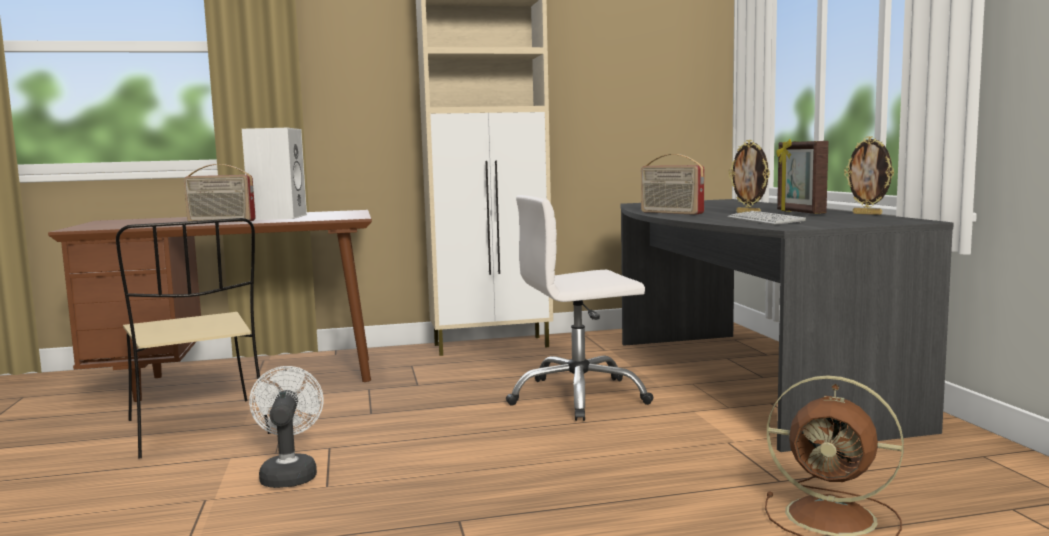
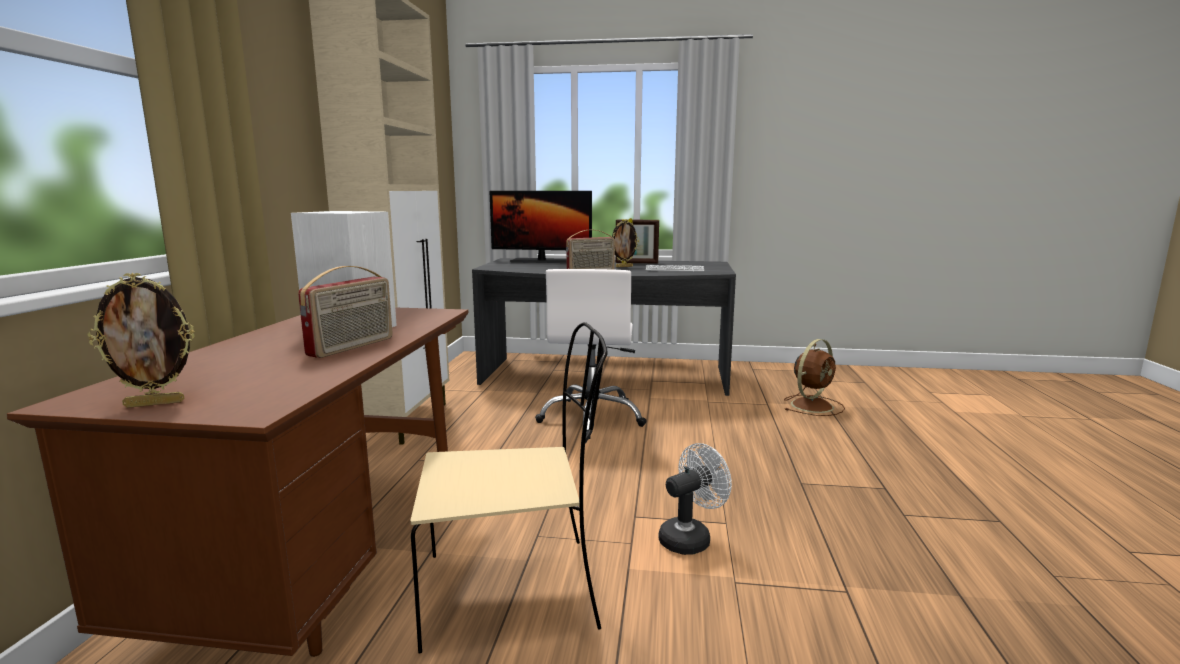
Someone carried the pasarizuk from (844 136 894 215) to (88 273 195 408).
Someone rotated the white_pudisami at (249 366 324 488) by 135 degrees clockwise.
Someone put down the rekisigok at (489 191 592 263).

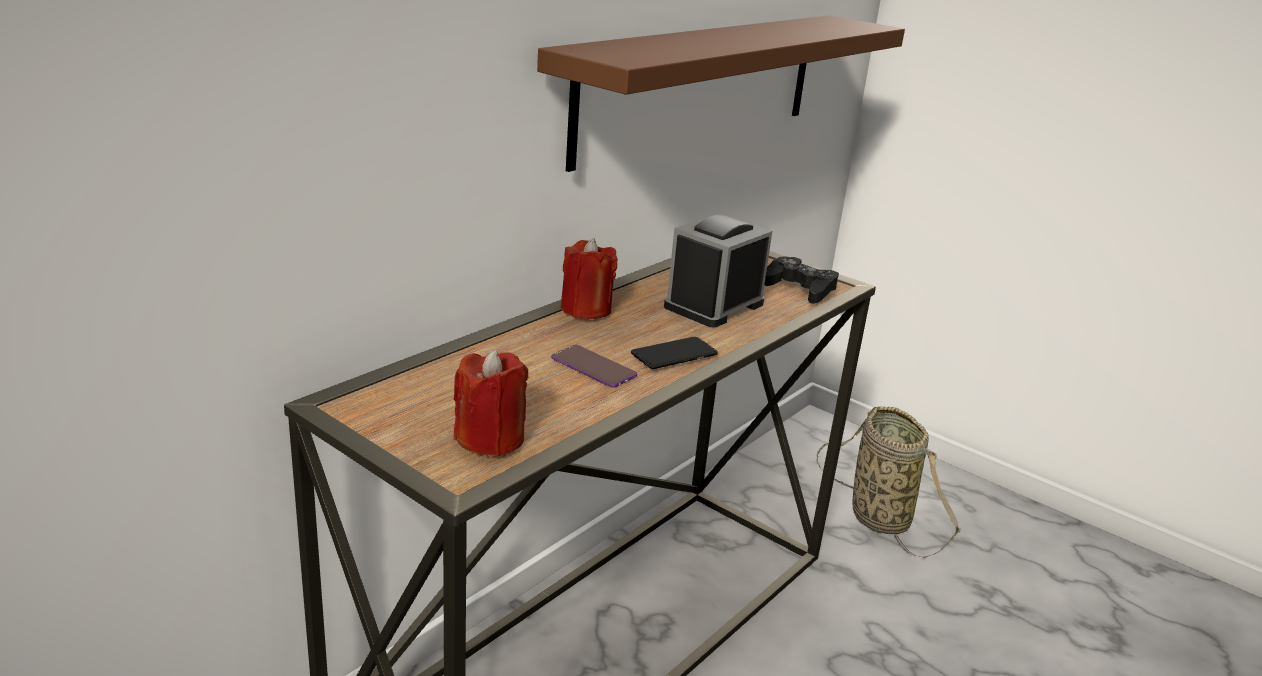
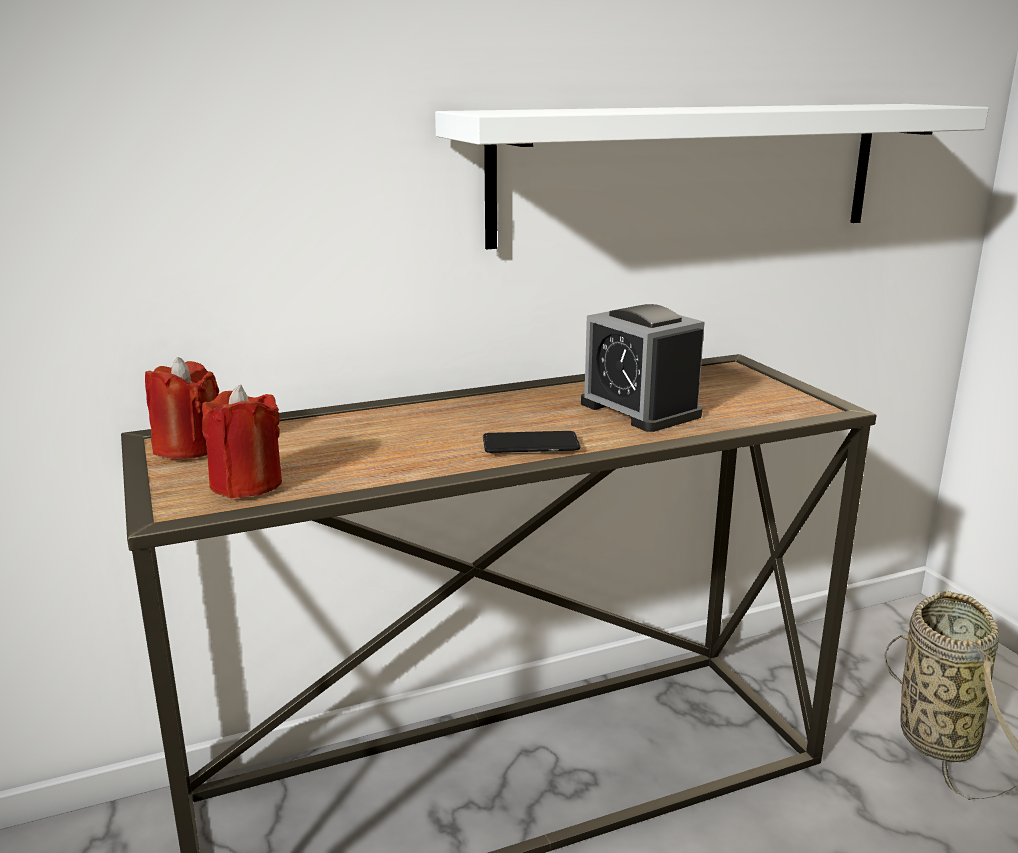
Someone repainted the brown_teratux at (537 15 905 172), which became the white_teratux at (435 104 989 249).
Someone rotated the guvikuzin at (664 213 772 328) by 105 degrees counterclockwise.
Someone carried the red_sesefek from (561 238 618 319) to (145 357 219 459).
Someone took away the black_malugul at (764 256 839 304).
Someone took away the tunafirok at (551 345 637 388).

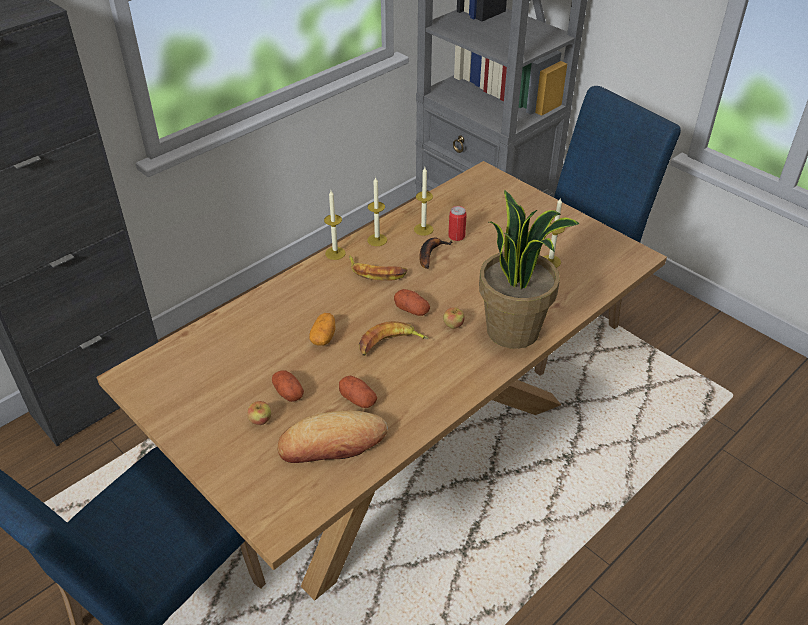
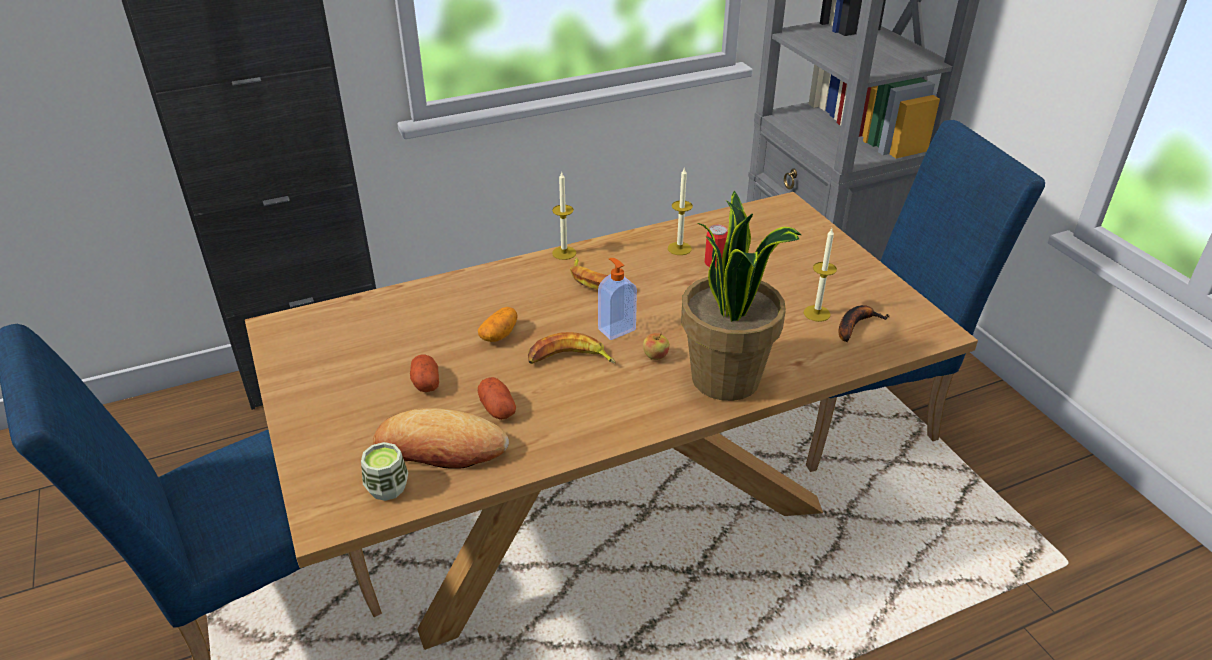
Someone took away the sesefek at (367 177 387 246).
Someone carried the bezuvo from (419 237 453 269) to (838 305 889 342).
Someone swapped the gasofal at (394 289 430 316) for the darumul at (598 258 637 340).
Someone took away the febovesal at (247 401 271 425).
Someone put down the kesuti at (361 442 408 501).

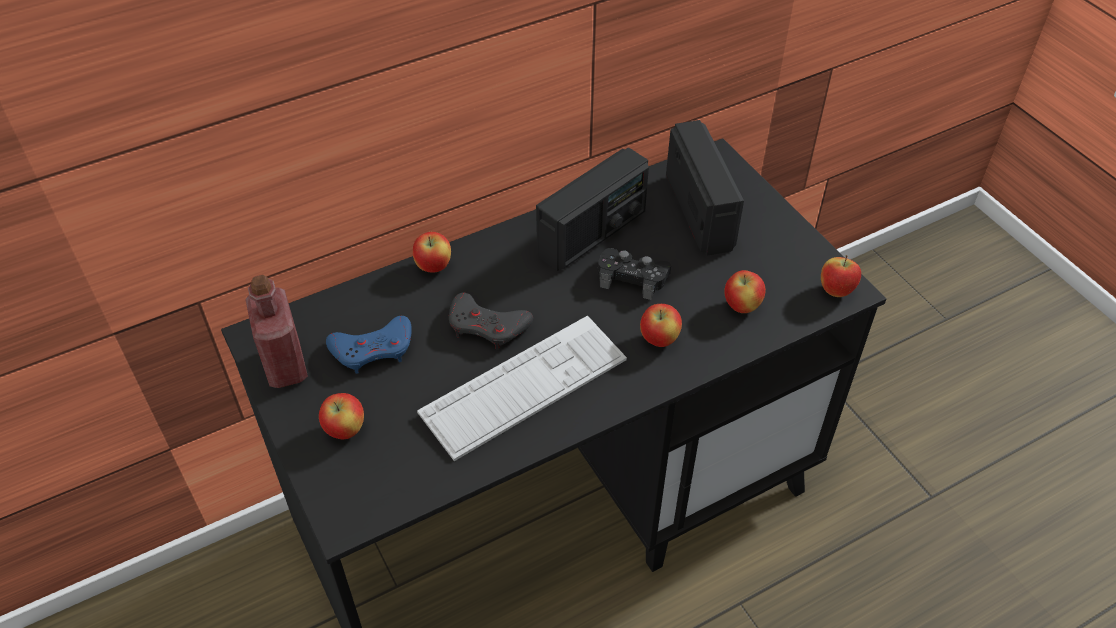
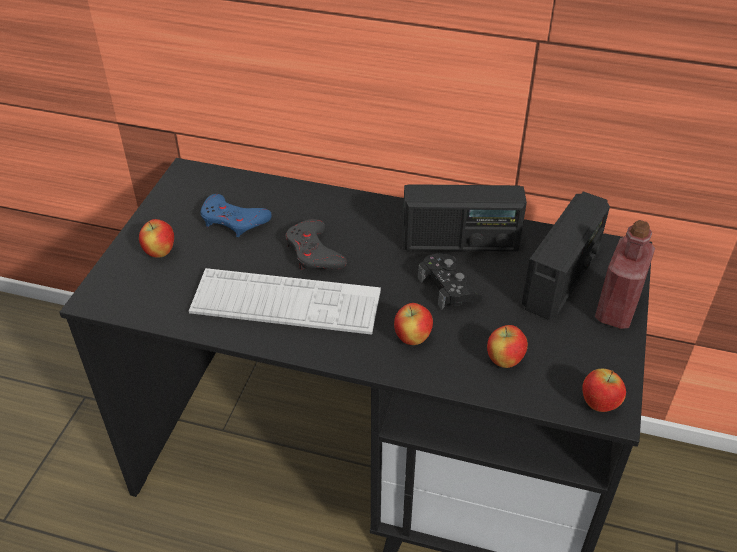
Someone took away the febovesal at (413 232 451 273).
Someone carried the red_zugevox from (245 275 308 388) to (595 220 655 329).

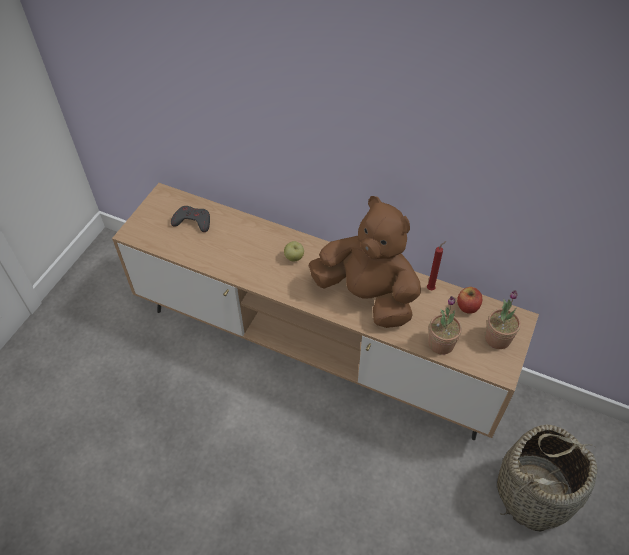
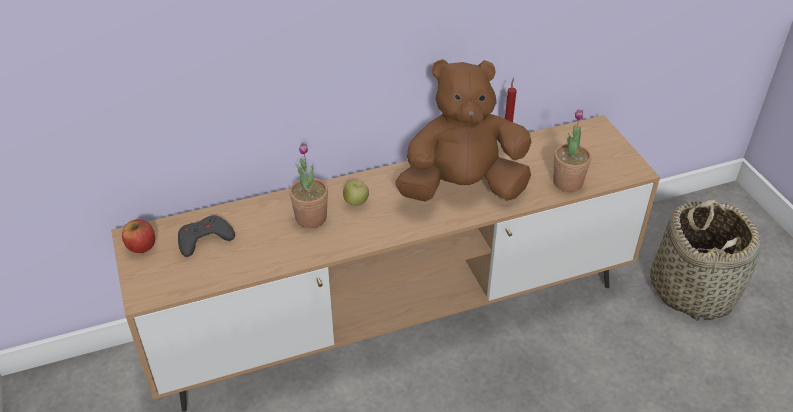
Someone carried the febovesal from (457 287 482 314) to (122 219 155 253).
Someone carried the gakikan from (485 290 521 349) to (289 142 328 228).

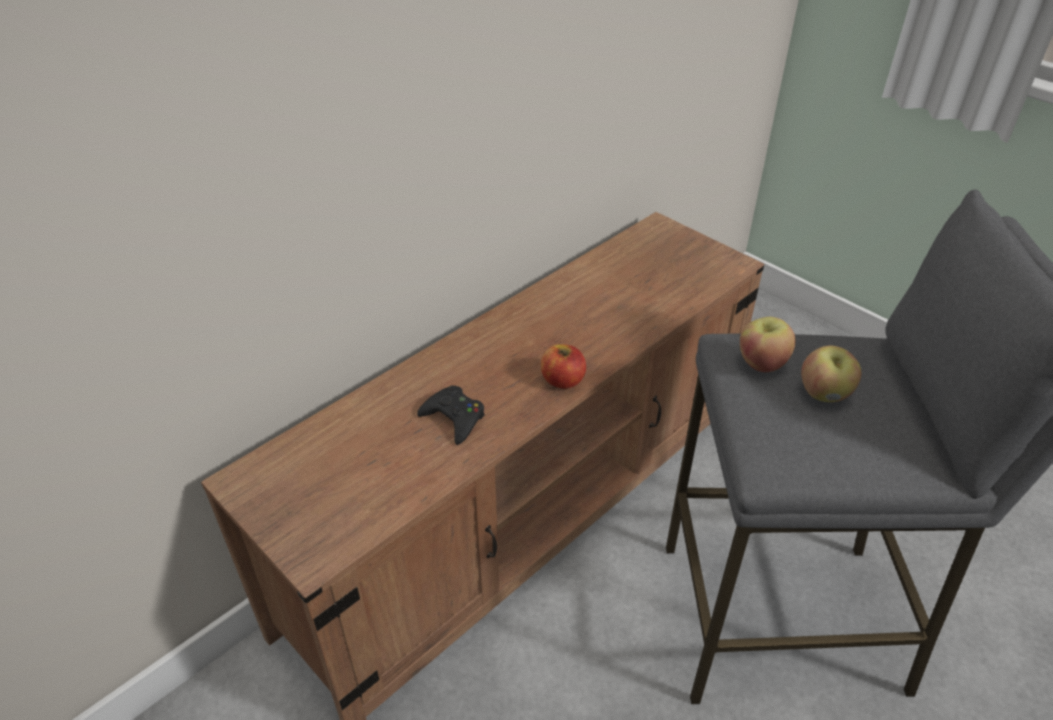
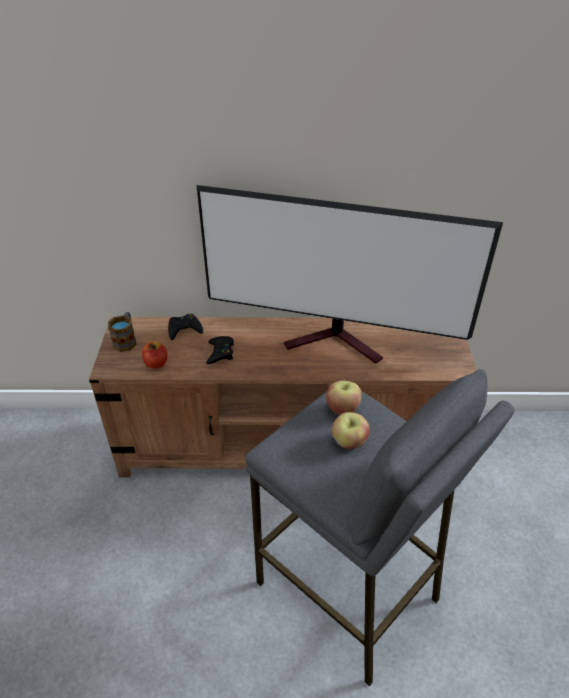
Someone carried the febovesal from (541 344 586 389) to (142 341 167 369).
Someone put down the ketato at (197 185 503 364).
Someone put down the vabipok at (108 312 136 352).
Someone put down the black_malugul at (168 314 203 340).

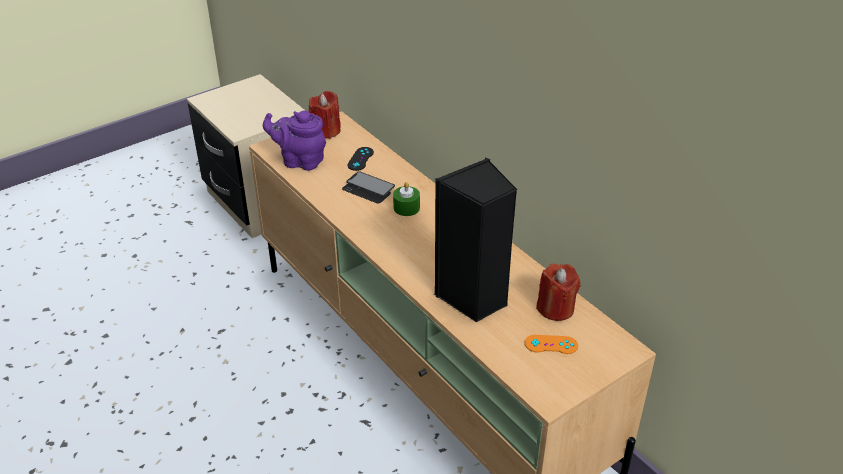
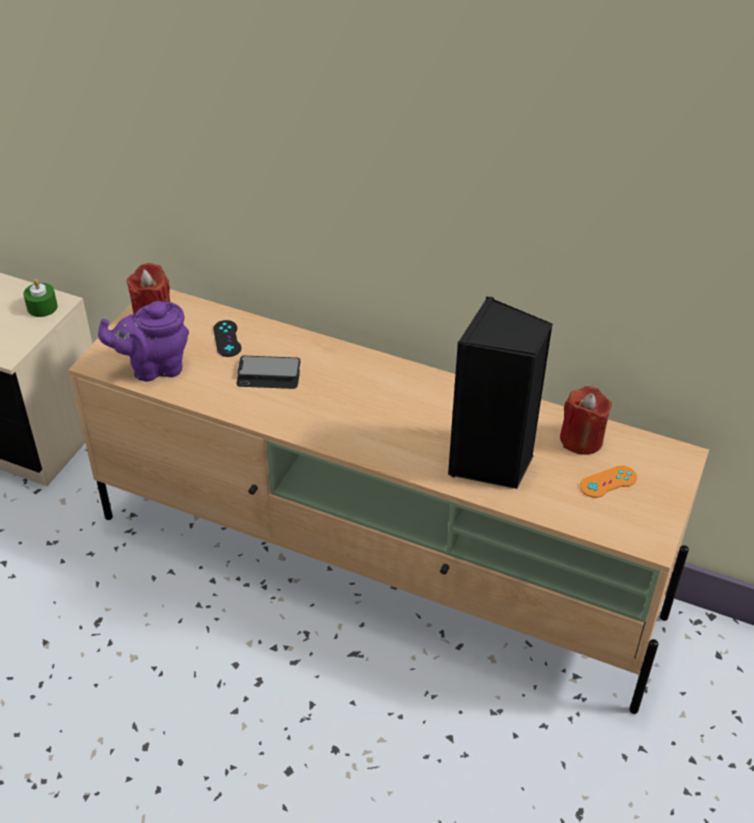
Someone carried the green_sesefek from (393 182 420 216) to (23 279 58 317).

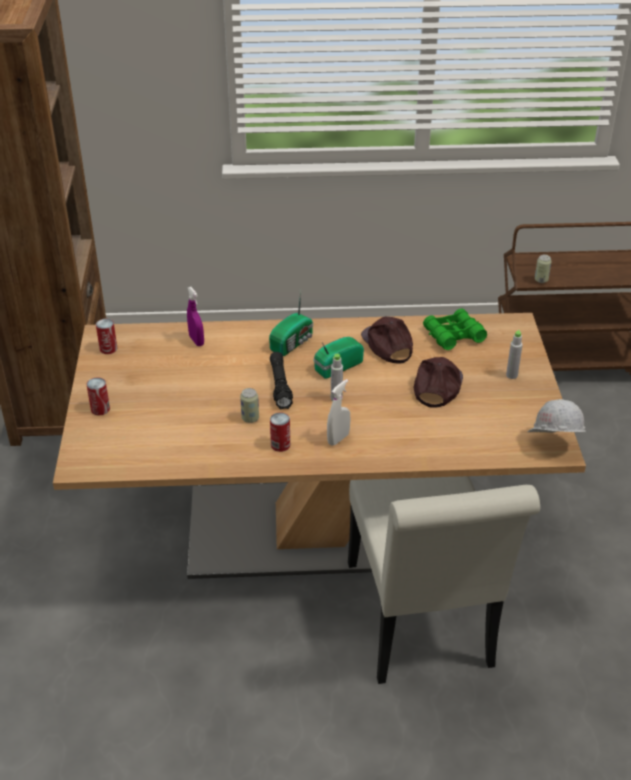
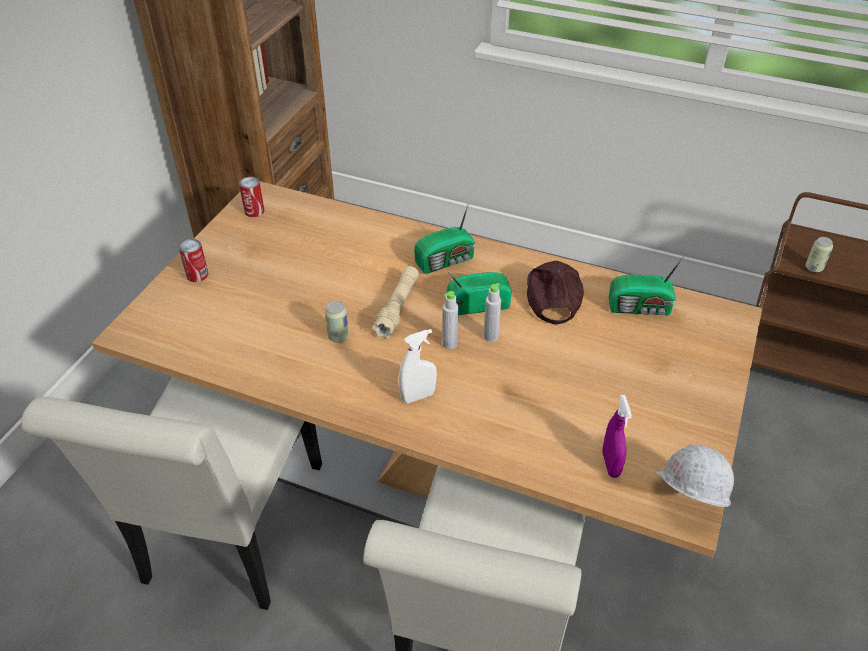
Someone carried the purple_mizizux from (187 287 204 346) to (602 395 632 478).
Someone swapped the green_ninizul at (423 309 487 350) for the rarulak at (609 255 685 316).
Someone carried the grey_zugevox from (506 330 523 379) to (484 283 501 342).
Someone repainted the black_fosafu at (270 352 293 409), which became the beige_fosafu at (372 266 419 339).
Someone took away the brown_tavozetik at (413 357 463 408).
Someone took away the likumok at (270 413 290 452).
Someone put down the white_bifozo at (21 377 322 610).

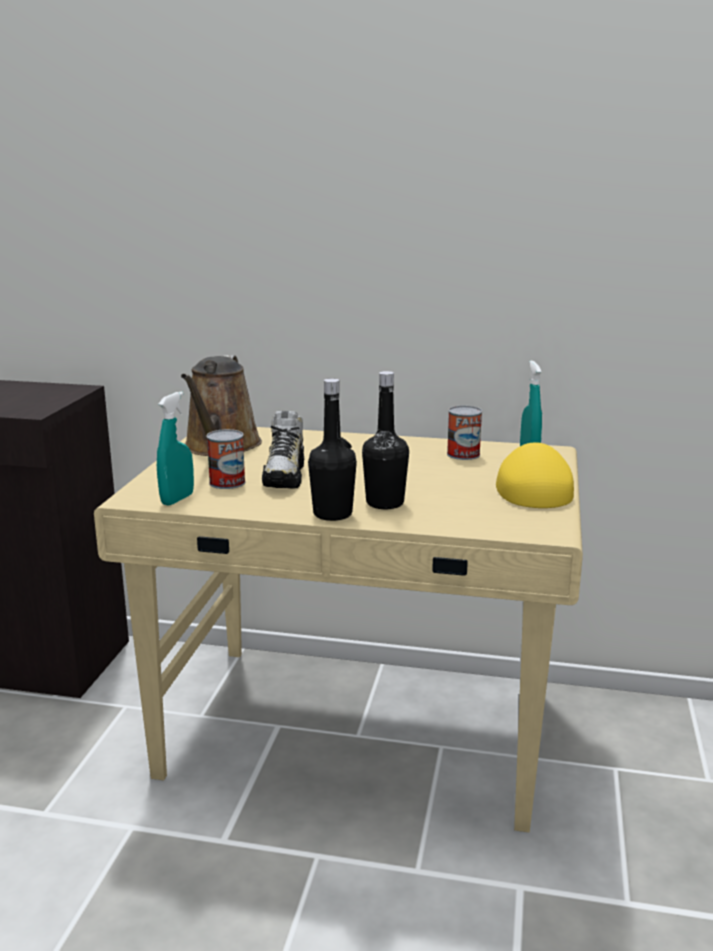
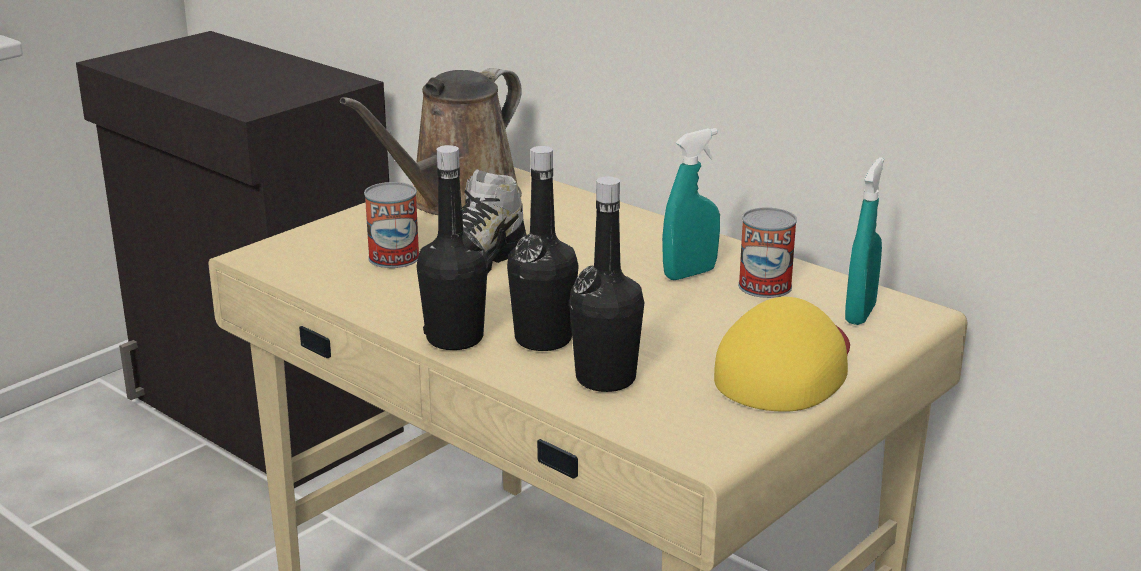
Someone carried the turquoise_mizizux from (157 391 194 506) to (662 128 720 280).
Someone put down the black_zugevox at (569 176 644 392).

